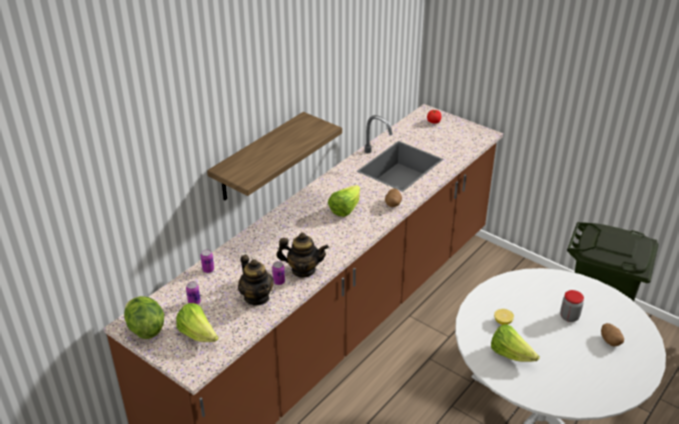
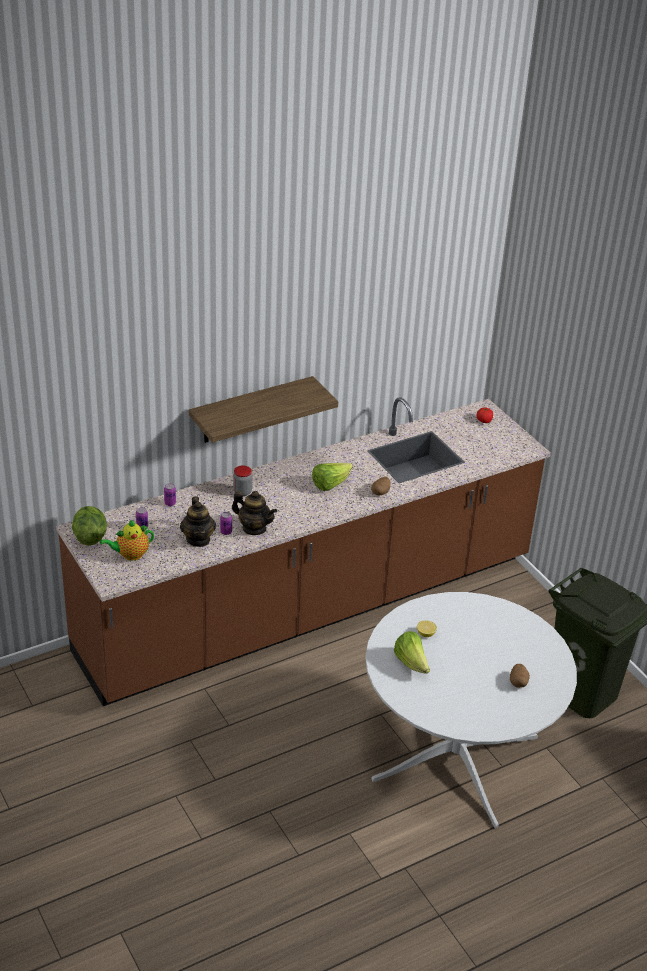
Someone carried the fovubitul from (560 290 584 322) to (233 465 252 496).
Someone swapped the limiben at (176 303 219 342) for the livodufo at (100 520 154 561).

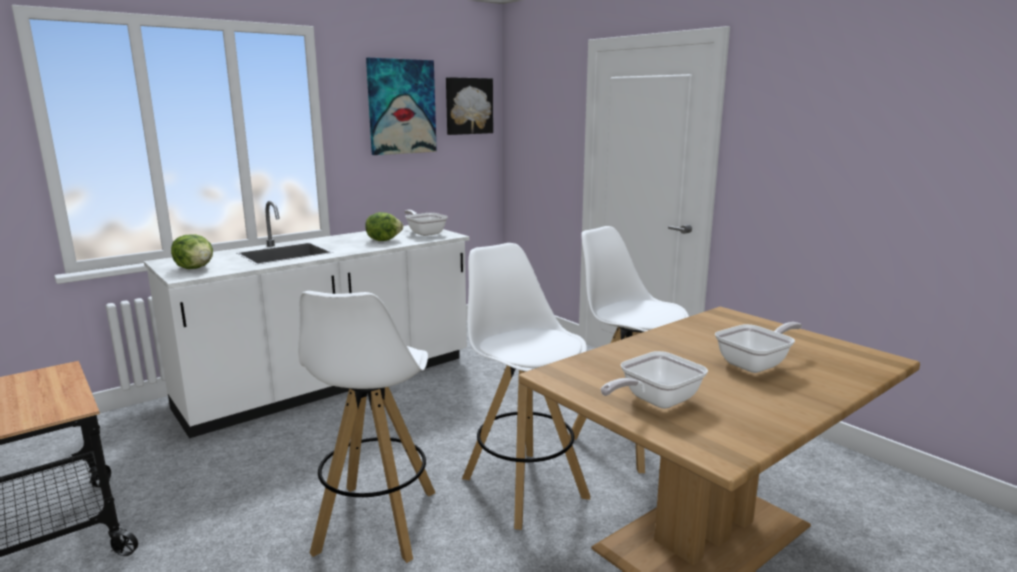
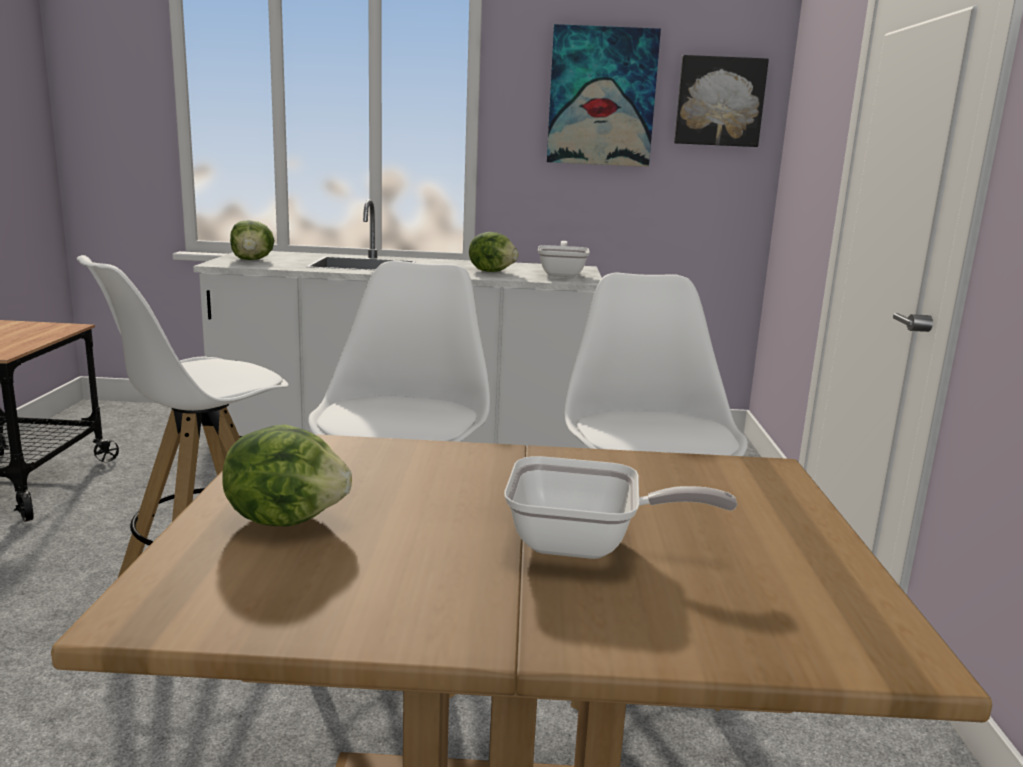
Someone swapped the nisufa at (601 351 708 409) for the limiben at (222 424 352 526).

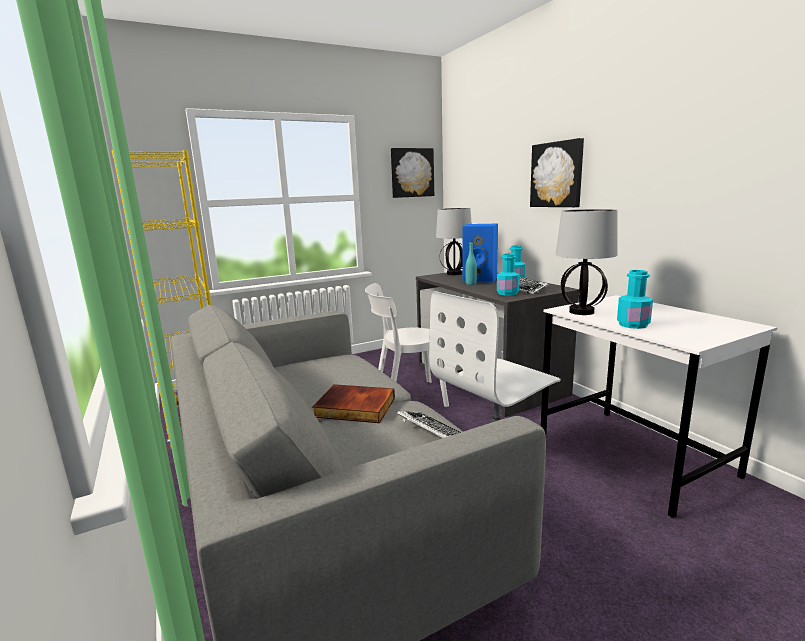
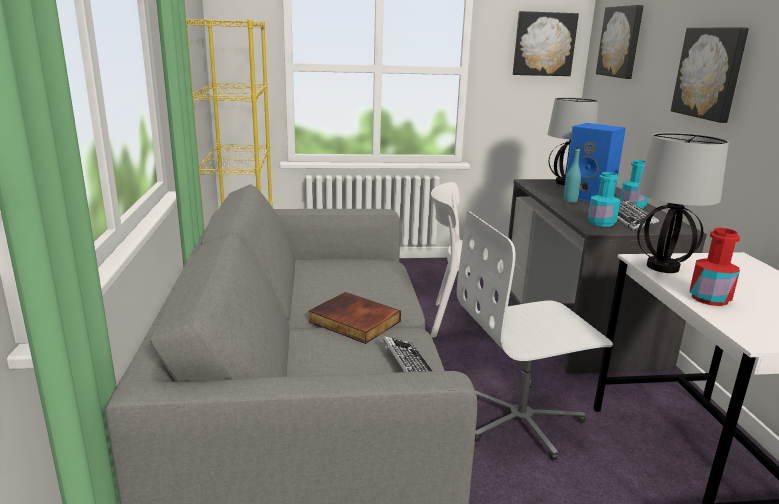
Someone repainted the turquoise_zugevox at (617 270 653 329), which became the red_zugevox at (690 228 740 306).
Someone put up the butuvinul at (596 5 644 79).

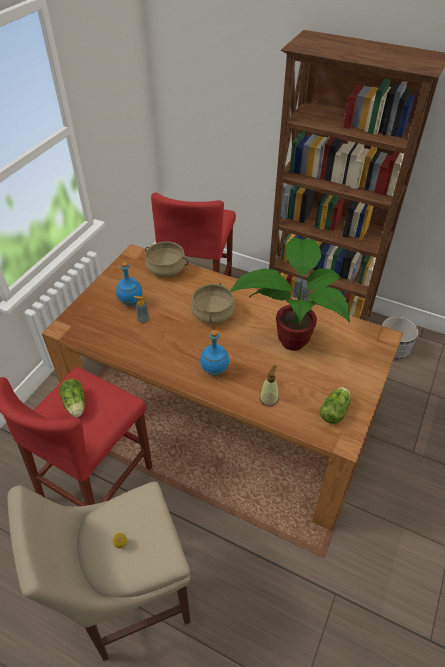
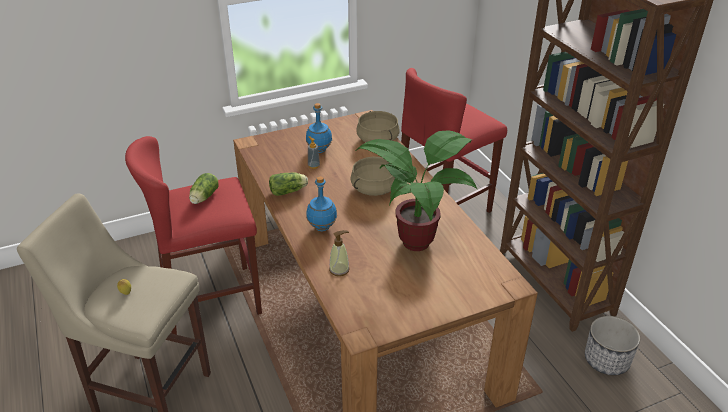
Someone carried the limiben from (320 387 350 424) to (269 172 308 196).

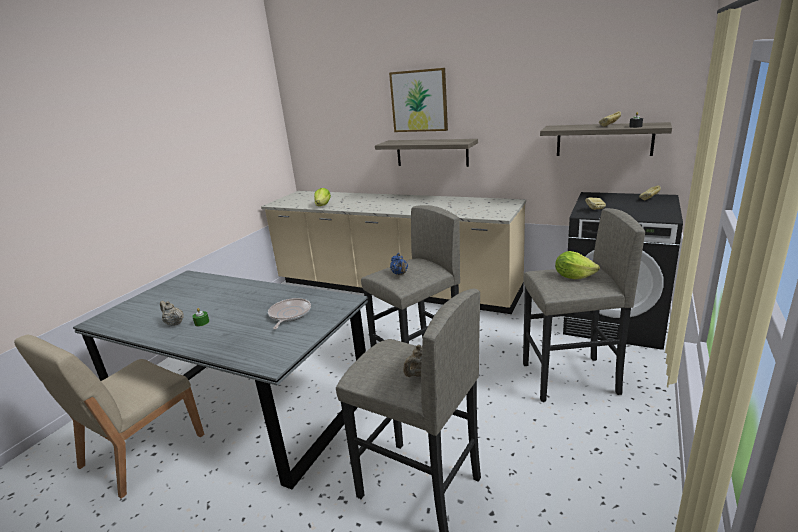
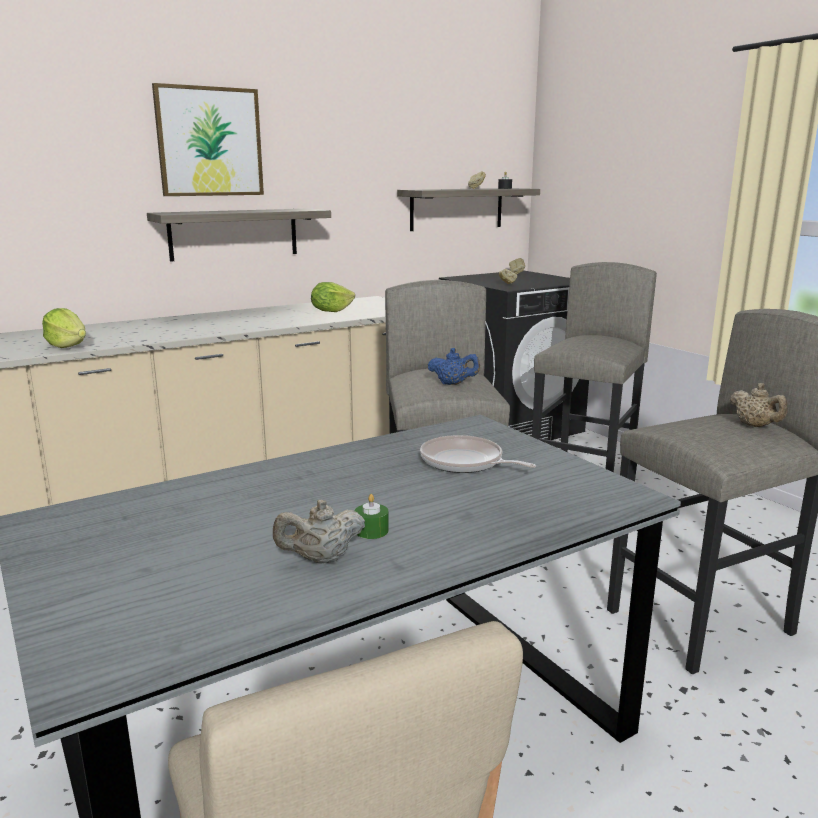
Someone carried the limiben from (555 251 600 279) to (311 282 355 312).

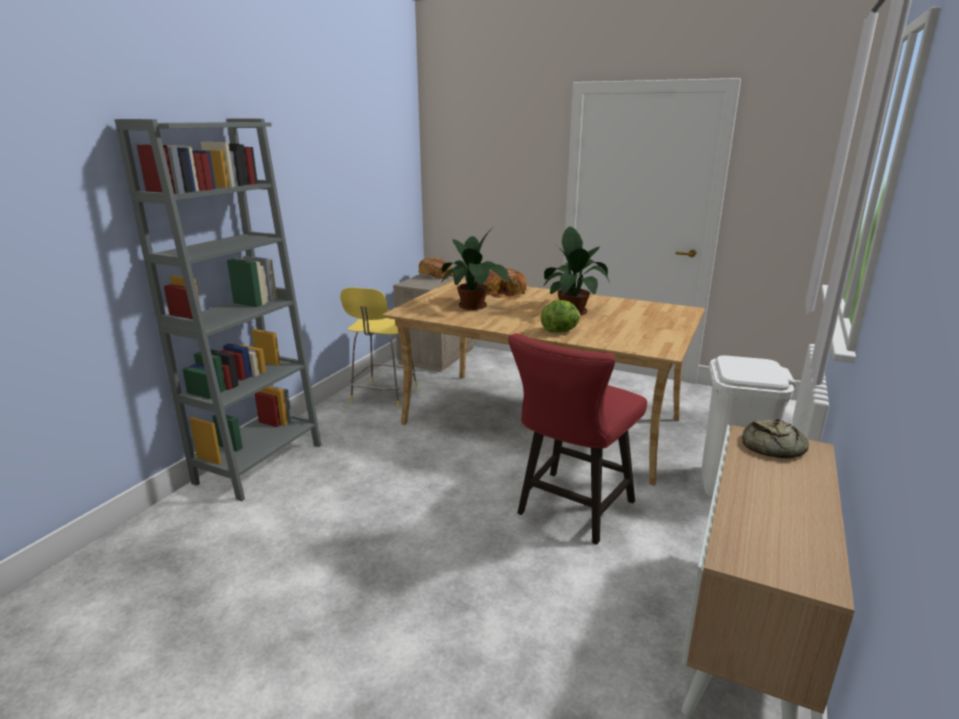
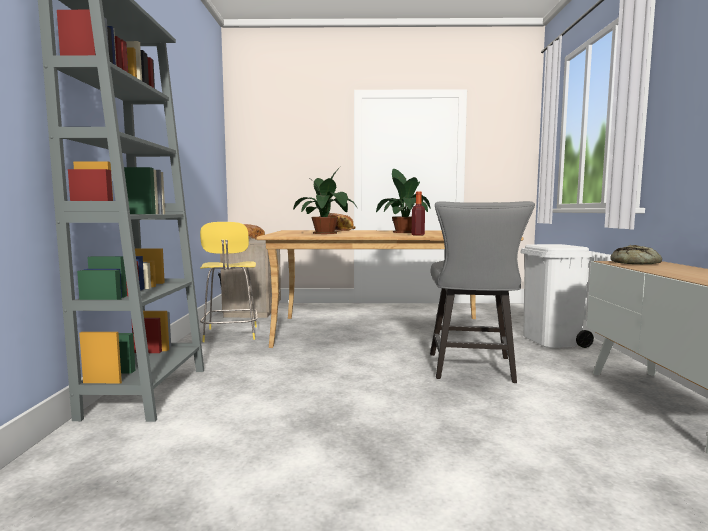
Someone swapped the limiben at (541 300 580 333) for the zugevox at (412 192 425 236).
Someone repainted the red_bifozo at (508 333 647 545), which became the grey_bifozo at (430 201 535 383).

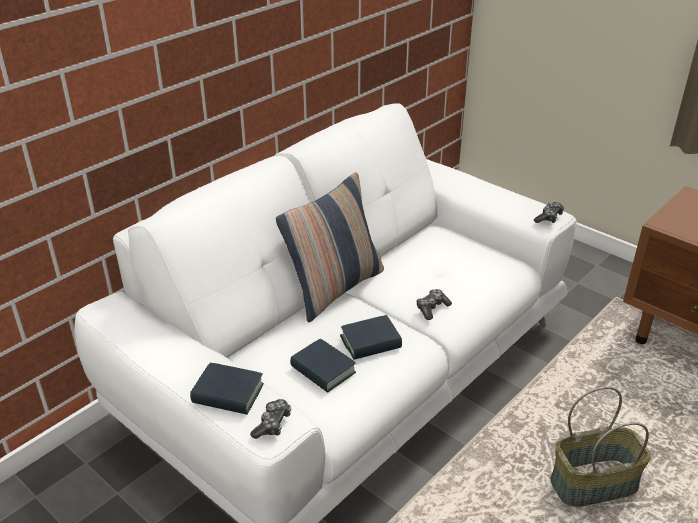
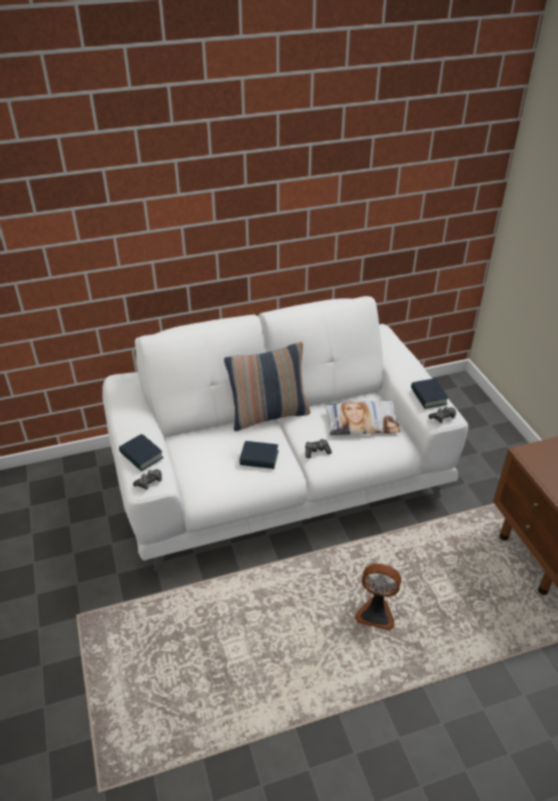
Someone carried the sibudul from (290 339 356 393) to (411 379 448 409).
Someone swapped the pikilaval at (550 386 651 507) for the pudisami at (355 564 401 631).
Someone put down the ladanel at (324 401 401 435).

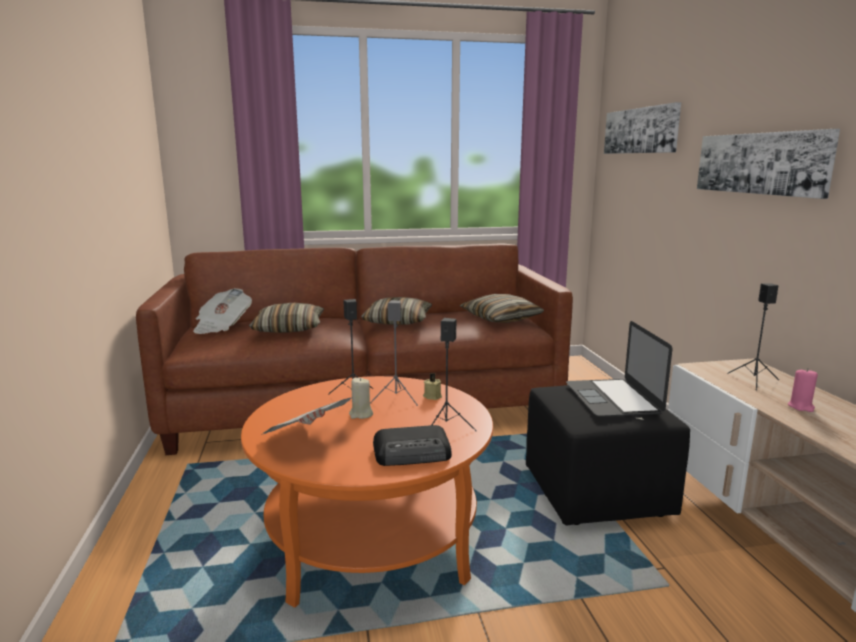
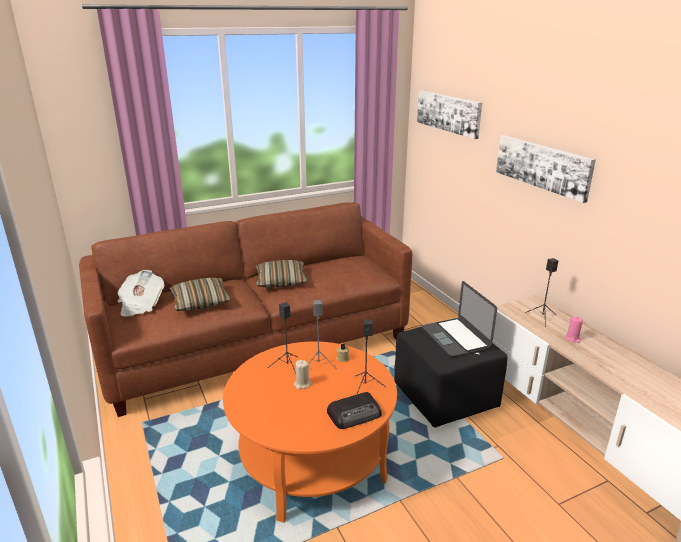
Someone took away the ladanel at (460 294 544 323).
Someone took away the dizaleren at (261 398 352 435).

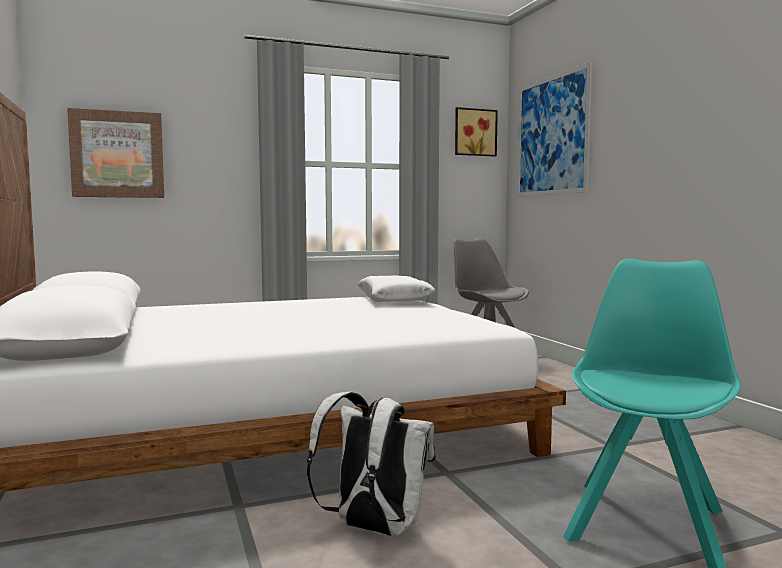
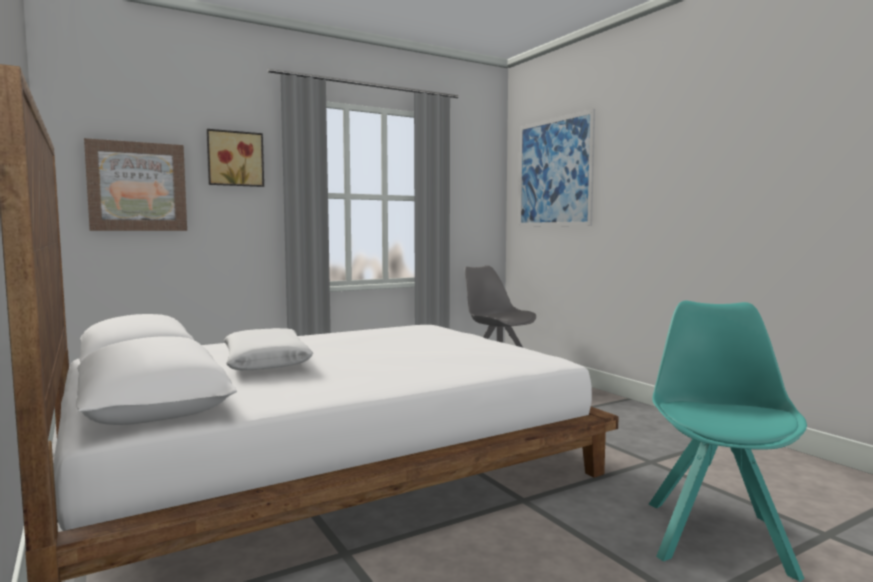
Someone carried the butuvinul from (455 107 498 156) to (206 129 264 187).
Someone carried the white_ladanel from (358 276 435 302) to (224 328 313 370).
Someone took away the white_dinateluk at (307 392 436 536).

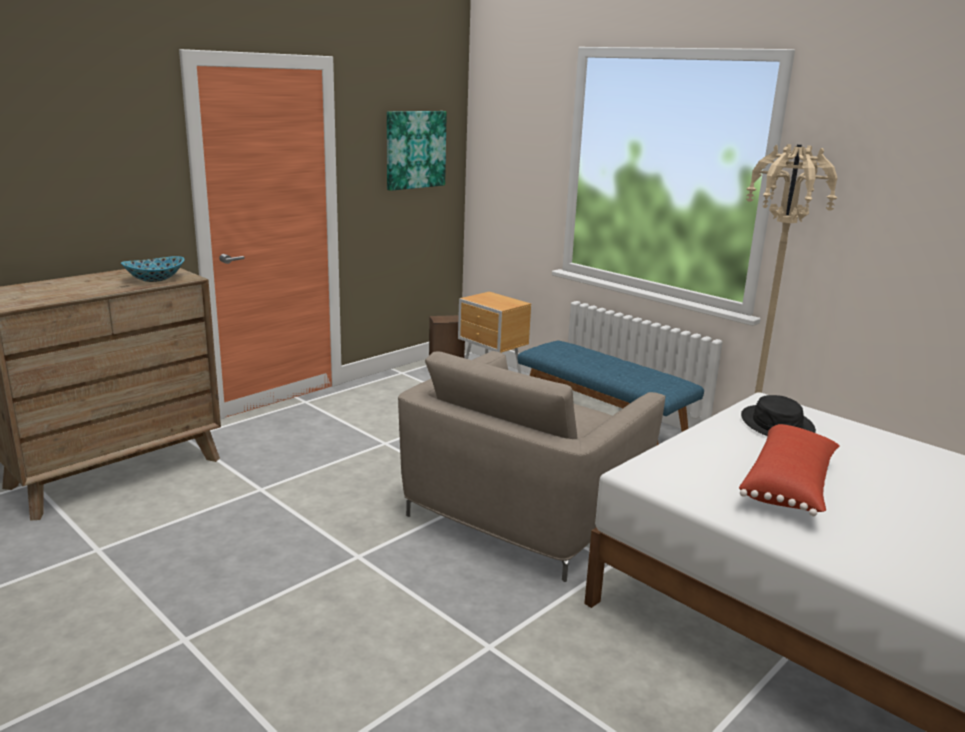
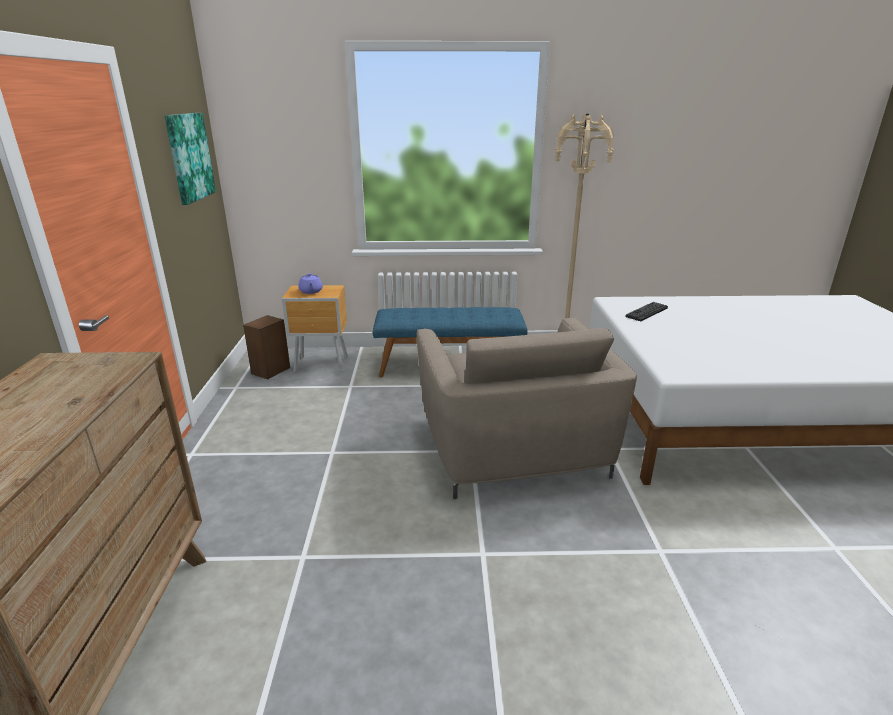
Someone took away the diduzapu at (121 256 185 282).
Someone swapped the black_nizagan at (741 395 816 436) for the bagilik at (625 302 668 321).
Someone took away the red_ladanel at (739 424 840 516).
Someone put down the purple_livodufo at (298 273 323 294).

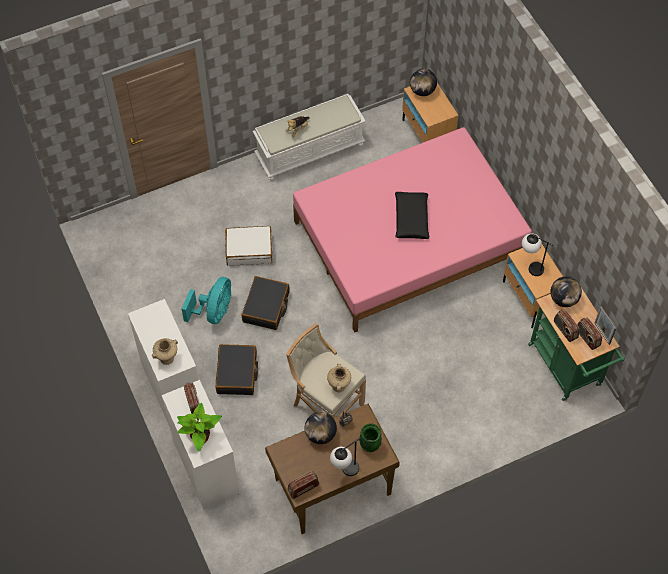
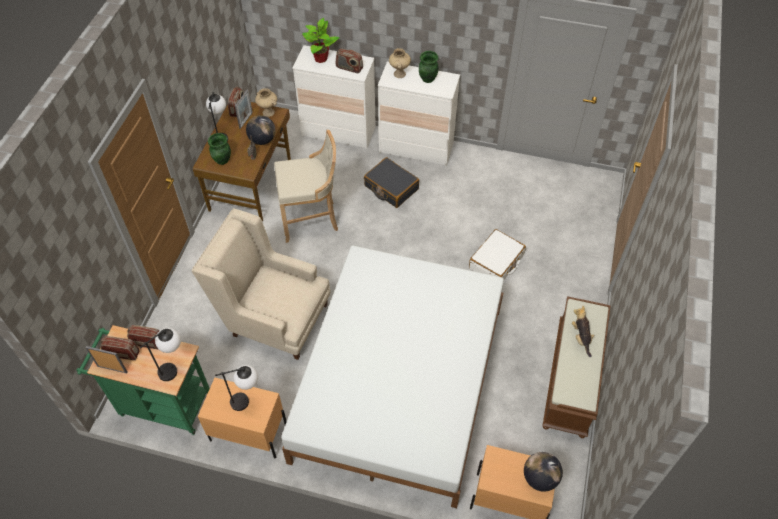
Someone repainted the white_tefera at (252 94 366 180), which became the brown_tefera at (543 296 611 438).
Someone repainted the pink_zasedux at (293 127 532 332), which became the white_zasedux at (281 245 504 508).
Someone took away the black_ladanel at (395 192 430 239).
Someone took away the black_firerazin at (242 276 290 330).
Someone swapped the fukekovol at (550 276 582 307) for the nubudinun at (139 328 181 381).
Someone took away the turquoise_pudisami at (182 277 231 324).
Someone carried the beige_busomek from (327 364 351 392) to (255 88 277 117).
Someone put down the green_busomek at (419 51 439 83).
Someone put down the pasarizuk at (235 90 253 129).
Someone put down the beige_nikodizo at (192 208 330 360).

